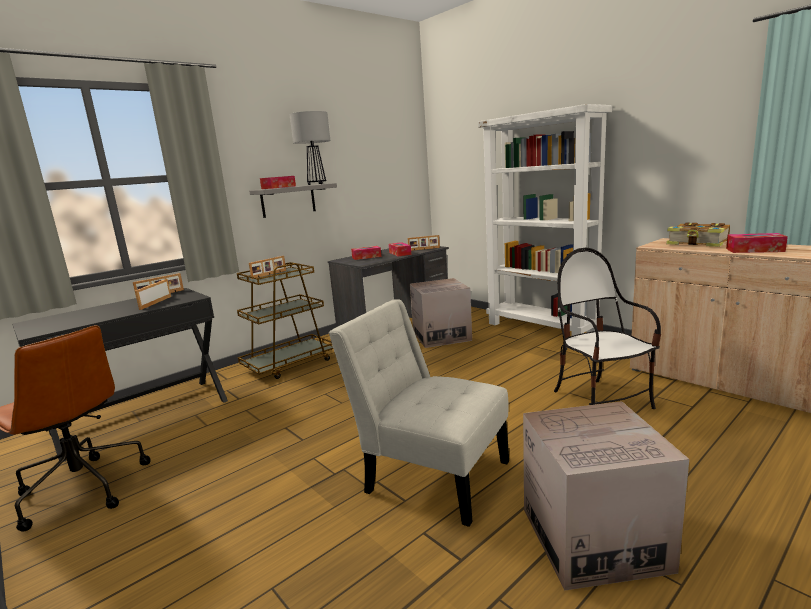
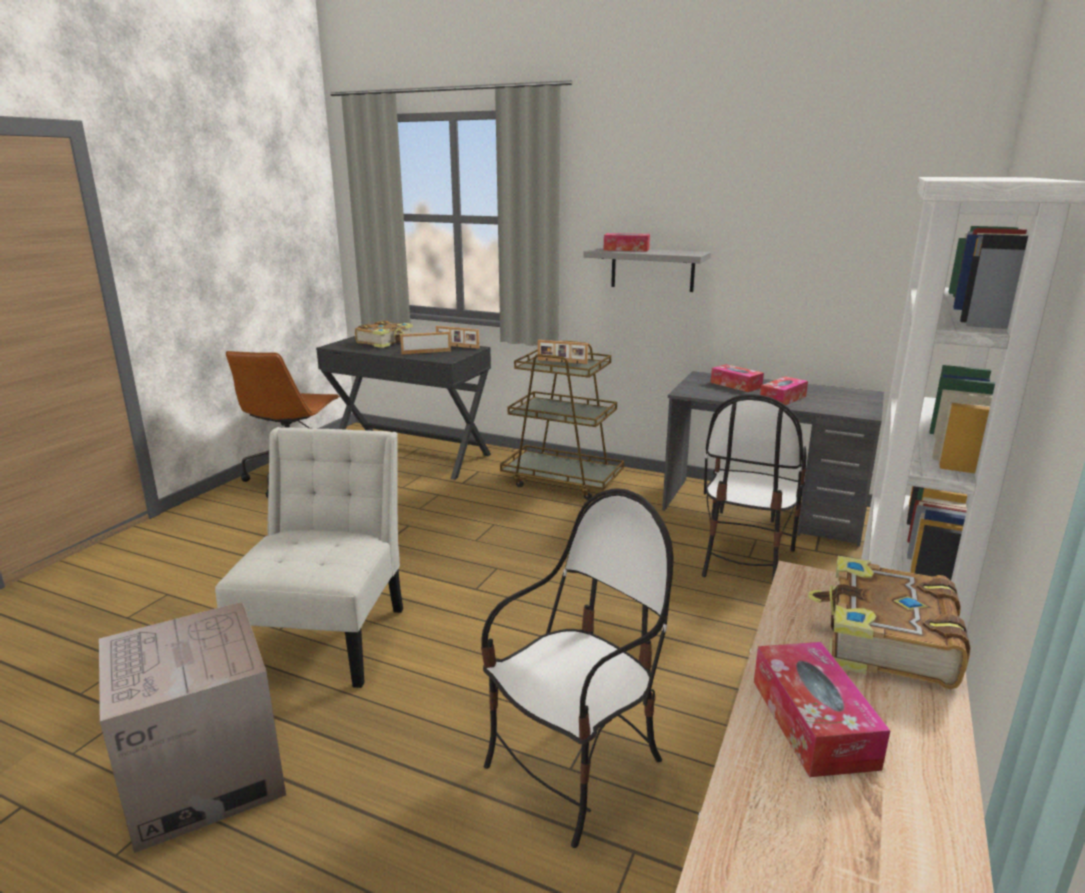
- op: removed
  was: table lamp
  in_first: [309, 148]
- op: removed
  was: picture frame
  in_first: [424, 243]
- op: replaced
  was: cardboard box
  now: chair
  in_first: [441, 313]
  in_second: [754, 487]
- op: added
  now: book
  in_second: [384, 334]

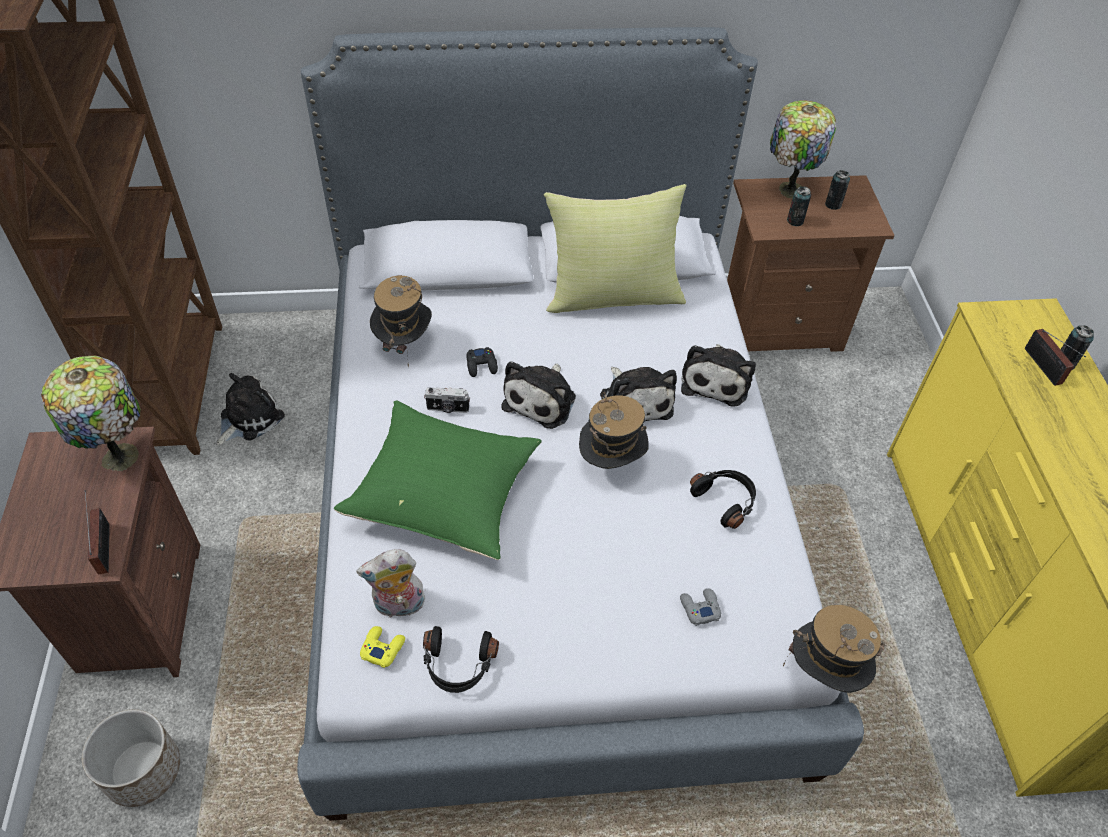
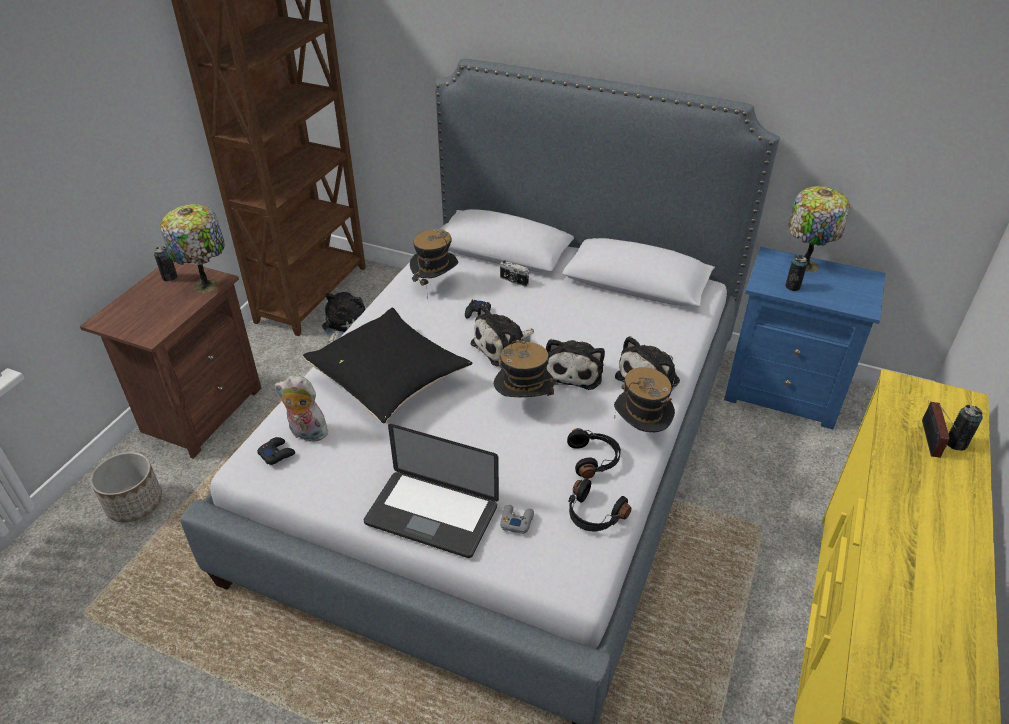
- op: moved
  was: can
  in_first: [837, 190]
  in_second: [166, 263]
- op: recoloured
  was: brown nightstand
  now: blue nightstand
  in_first: [811, 263]
  in_second: [805, 338]
- op: removed
  was: yellow pillow
  in_first: [615, 248]
- op: turned
  was: plush toy
  in_first: [250, 409]
  in_second: [343, 318]
  clockwise: -45
- op: moved
  was: photo camera
  in_first: [447, 400]
  in_second: [514, 273]
- op: recoloured
  was: green pillow
  now: black pillow
  in_first: [438, 480]
  in_second: [388, 366]
- op: removed
  was: radio
  in_first: [97, 532]
- op: moved
  was: hat
  in_first: [834, 649]
  in_second: [644, 399]
- op: recoloured
  was: yellow game controller
  now: black game controller
  in_first: [382, 647]
  in_second: [276, 451]
- op: moved
  was: black headphones
  in_first: [461, 659]
  in_second: [600, 504]
- op: added
  now: laptop
  in_second: [431, 491]

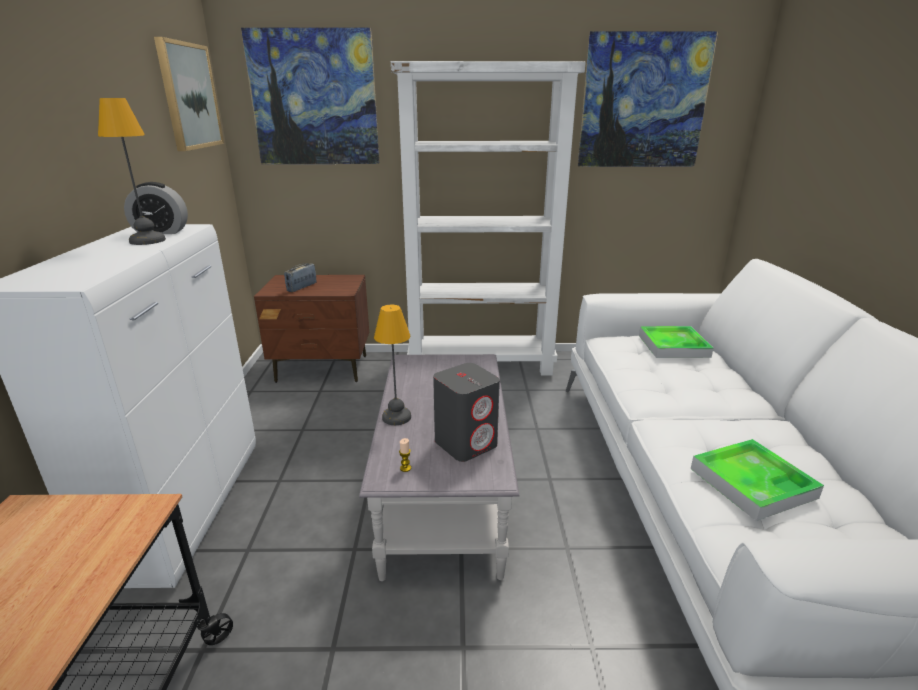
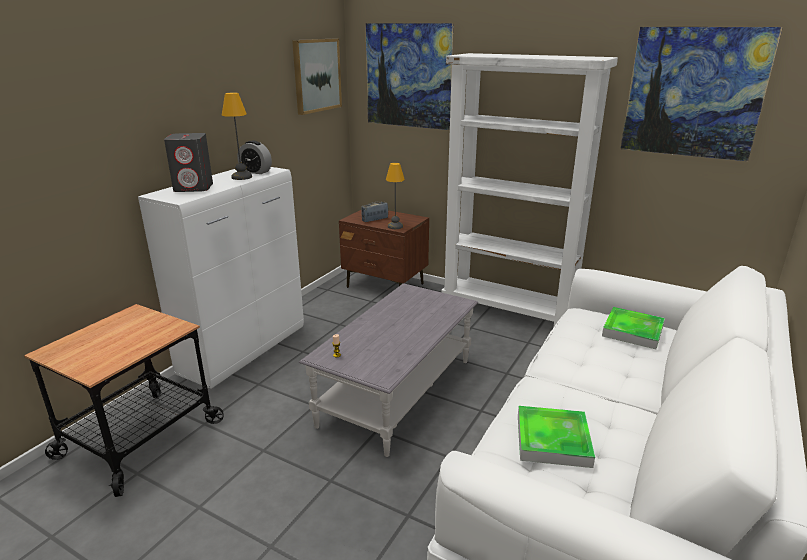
- op: moved
  was: table lamp
  in_first: [392, 365]
  in_second: [395, 196]
- op: moved
  was: grey speaker
  in_first: [466, 412]
  in_second: [188, 162]

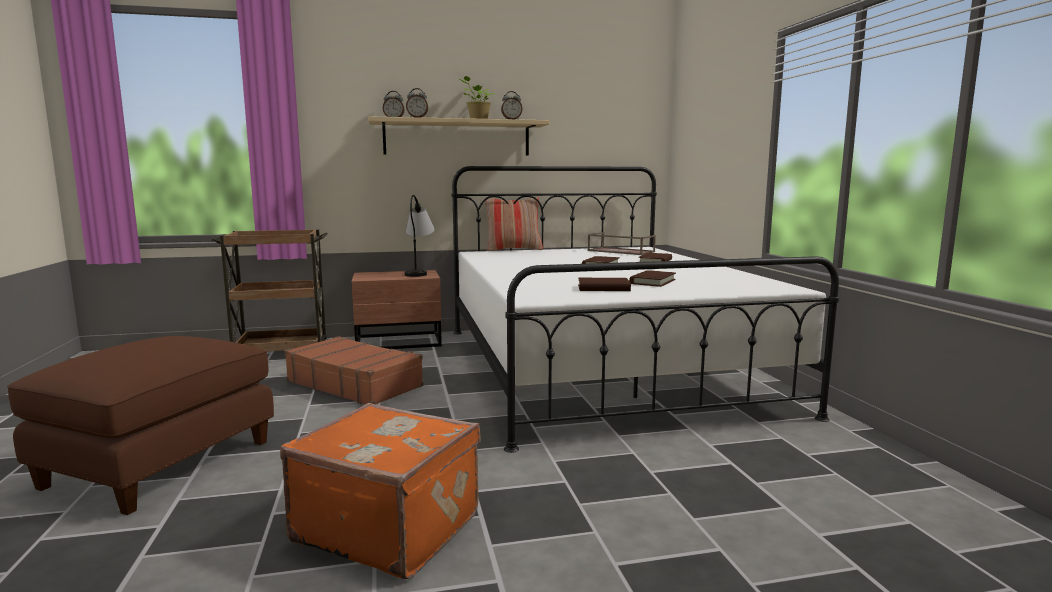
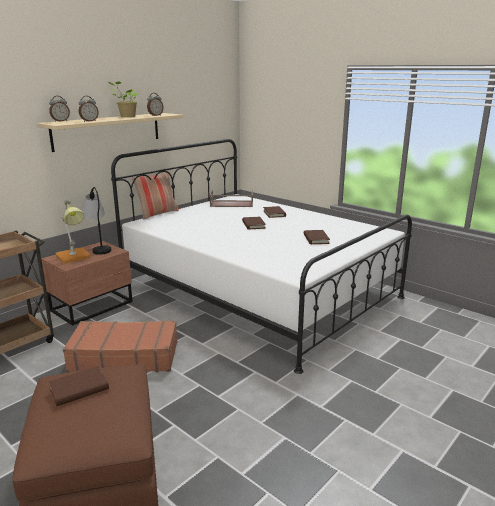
- op: moved
  was: brown book
  in_first: [604, 284]
  in_second: [78, 386]
- op: removed
  was: orange suitcase
  in_first: [380, 491]
- op: added
  now: table lamp
  in_second: [73, 231]

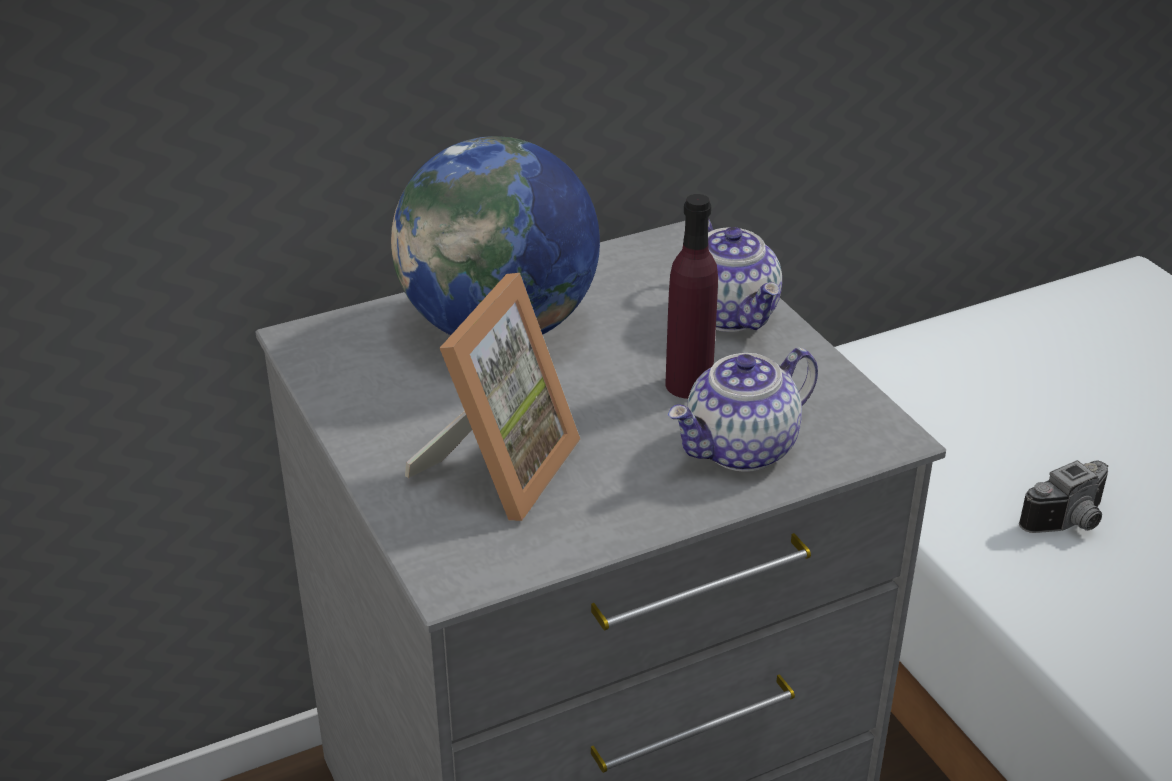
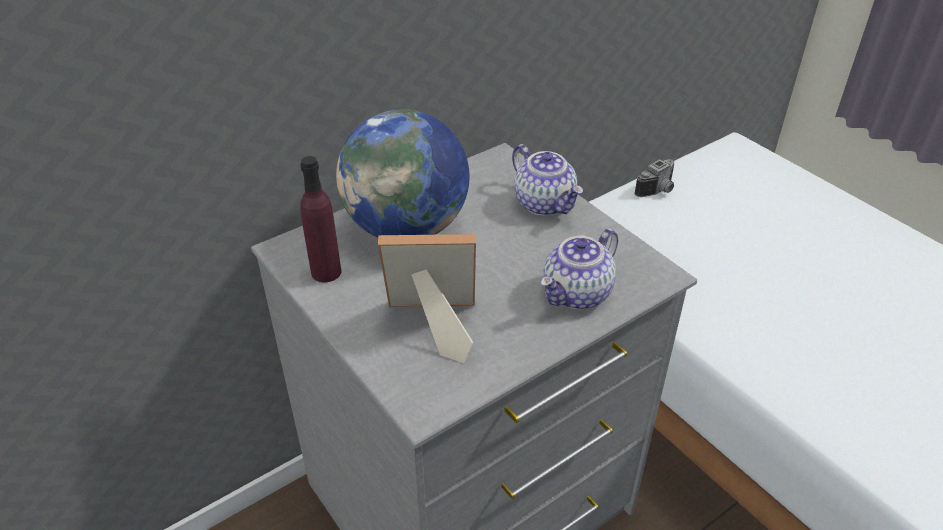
- op: moved
  was: purple bottle
  in_first: [692, 296]
  in_second: [320, 219]
- op: turned
  was: picture frame
  in_first: [492, 397]
  in_second: [427, 298]
  clockwise: -105
- op: moved
  was: photo camera
  in_first: [1063, 496]
  in_second: [654, 178]

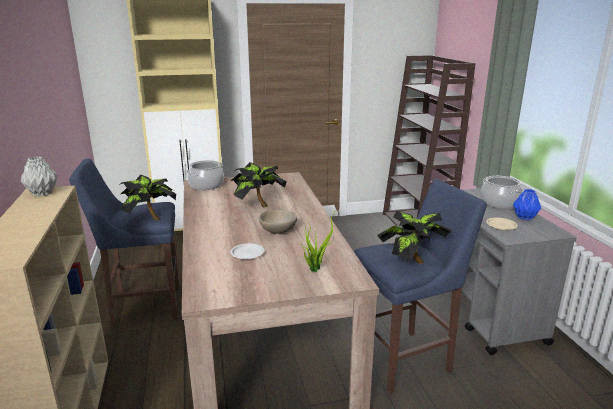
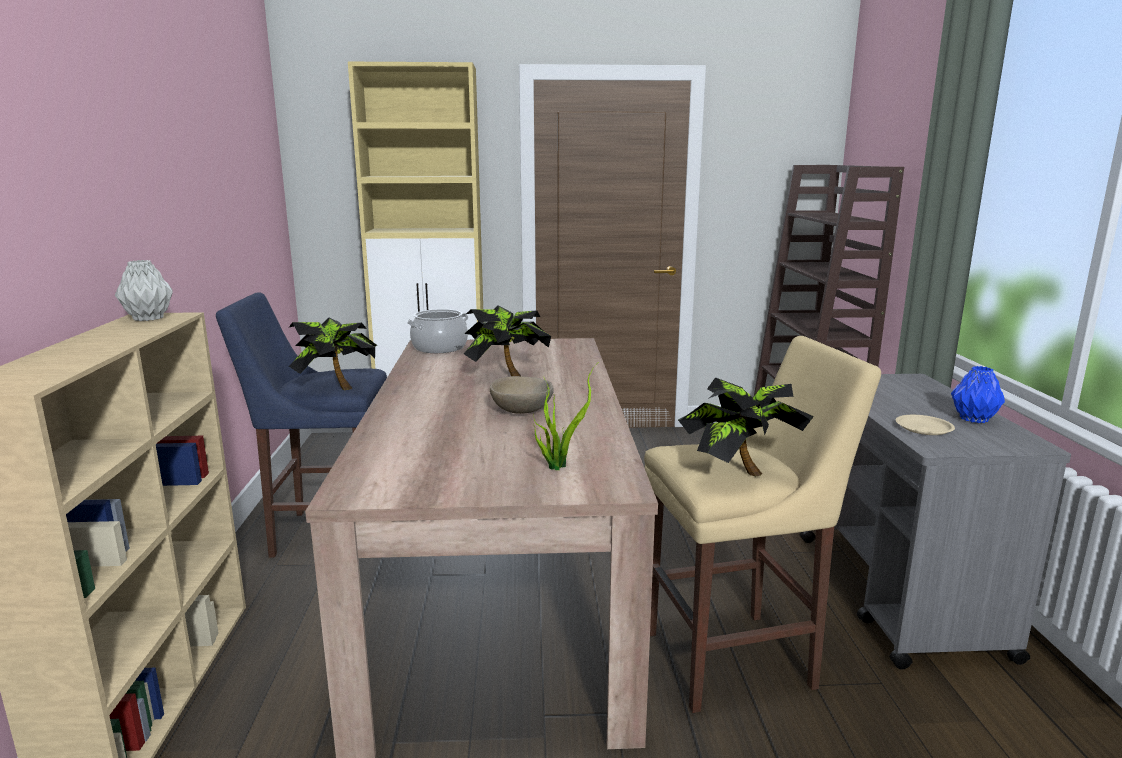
- op: removed
  was: cooking pot
  in_first: [501, 192]
- op: recoloured
  was: blue stool
  now: beige stool
  in_first: [420, 286]
  in_second: [762, 524]
- op: removed
  was: white plate
  in_first: [247, 251]

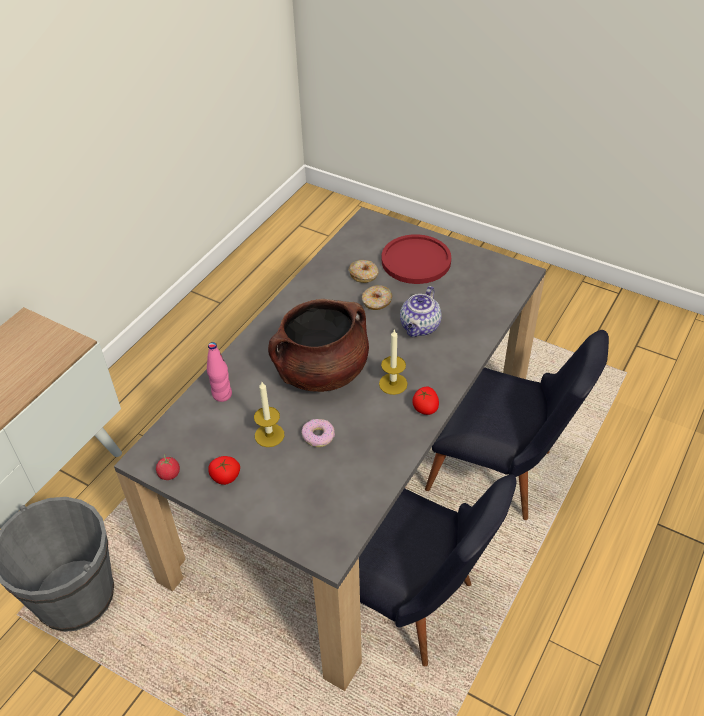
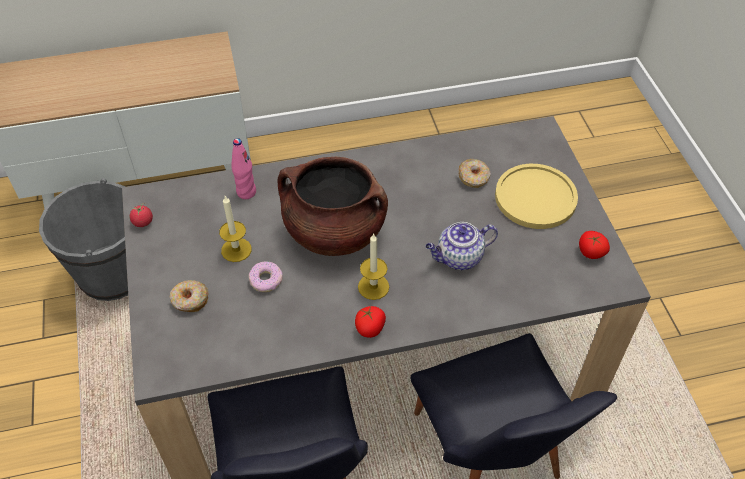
- op: recoloured
  was: red plate
  now: yellow plate
  in_first: [416, 259]
  in_second: [536, 196]
- op: moved
  was: donut
  in_first: [377, 297]
  in_second: [189, 296]
- op: moved
  was: tomato
  in_first: [224, 470]
  in_second: [594, 245]

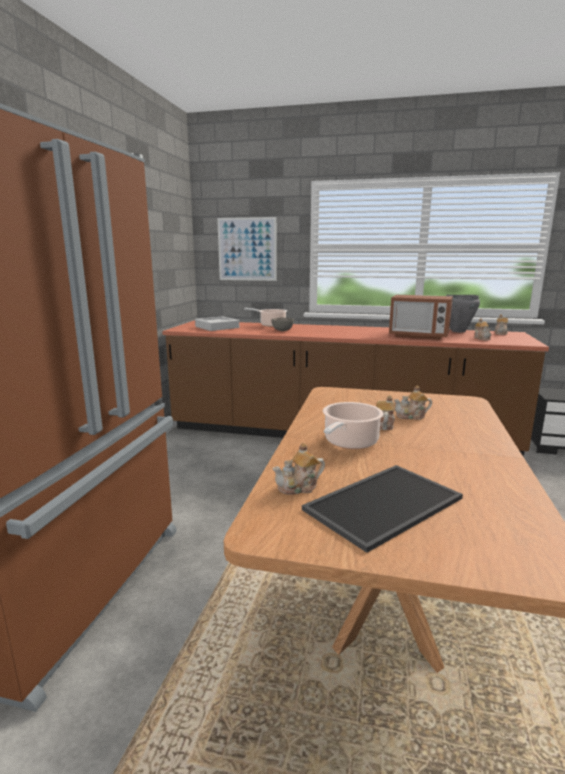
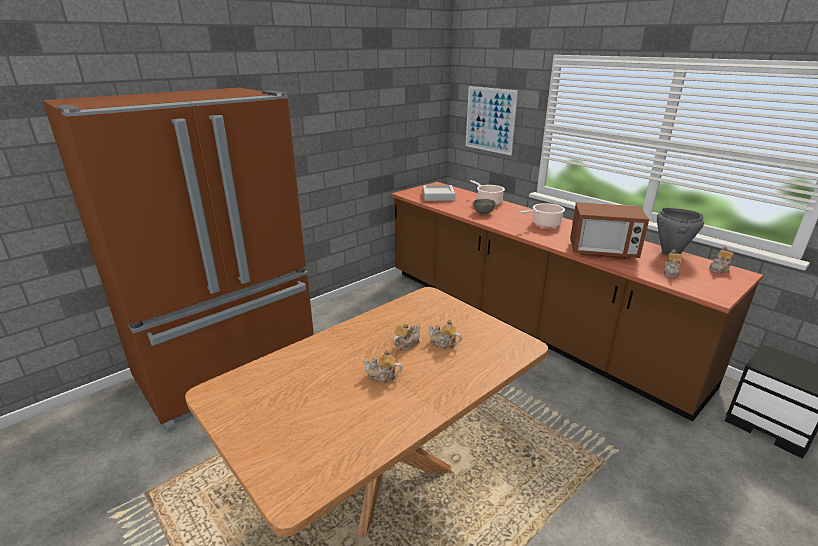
- op: turned
  was: microwave
  in_first: [421, 317]
  in_second: [609, 230]
  clockwise: -45
- op: moved
  was: cooking pot
  in_first: [353, 425]
  in_second: [542, 215]
- op: moved
  was: teapot
  in_first: [298, 468]
  in_second: [382, 367]
- op: removed
  was: tray
  in_first: [382, 509]

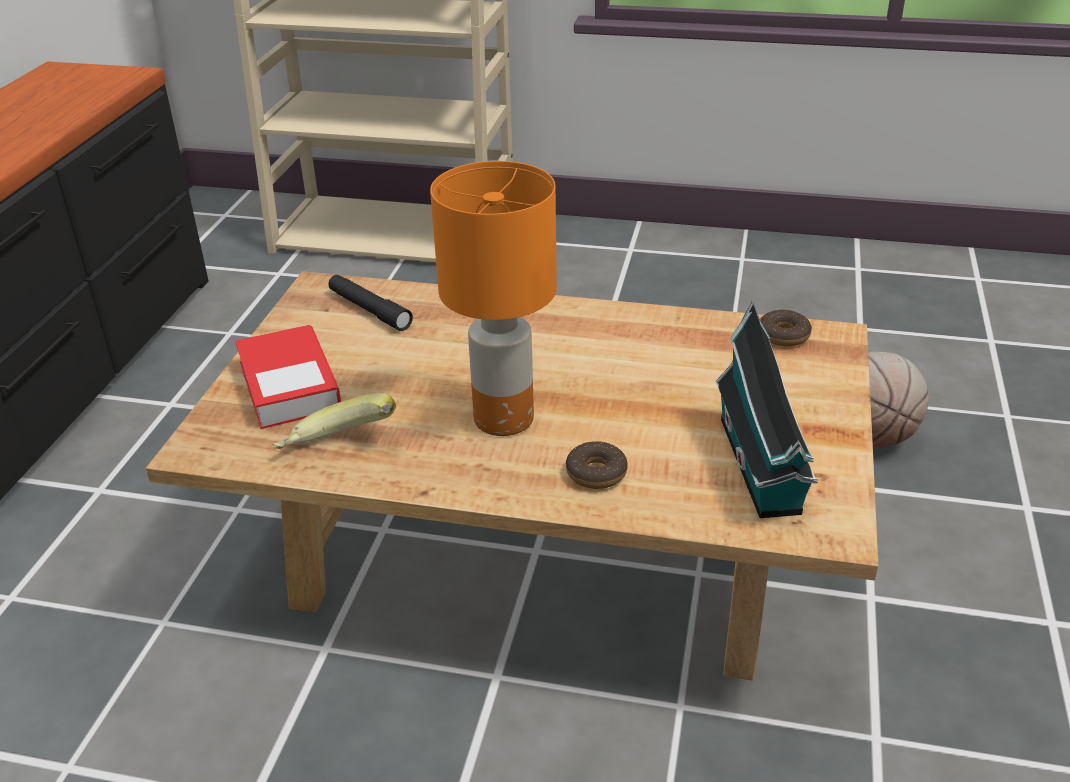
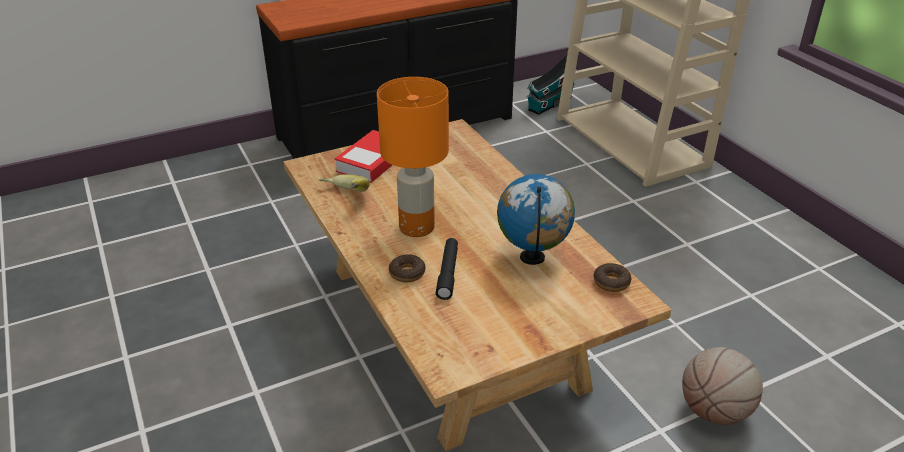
- op: moved
  was: black flashlight
  in_first: [370, 303]
  in_second: [447, 269]
- op: moved
  was: toy house
  in_first: [767, 409]
  in_second: [551, 85]
- op: added
  now: globe
  in_second: [536, 219]

